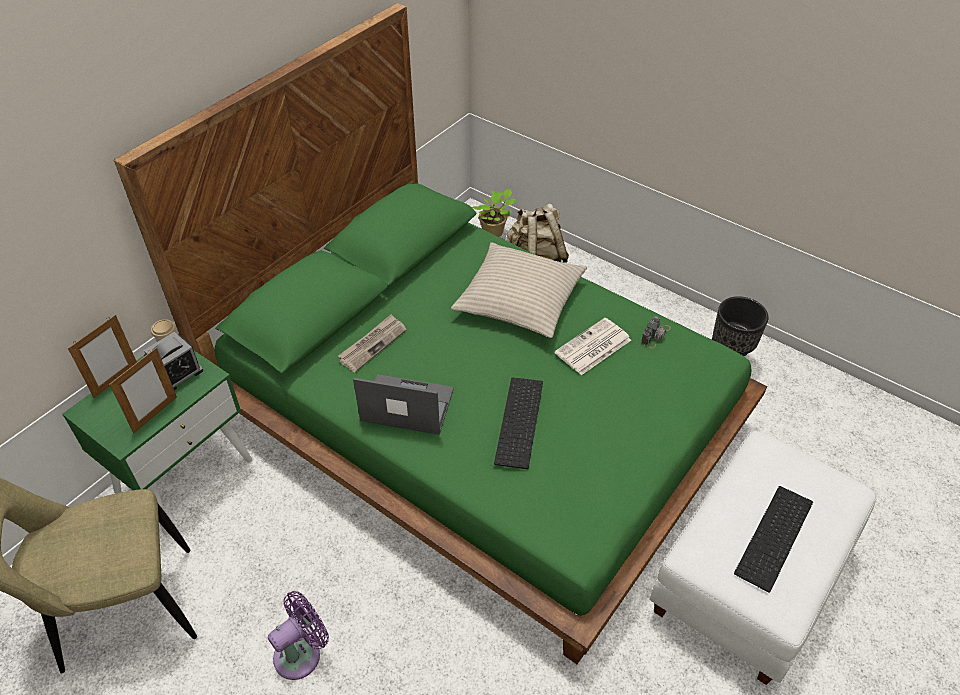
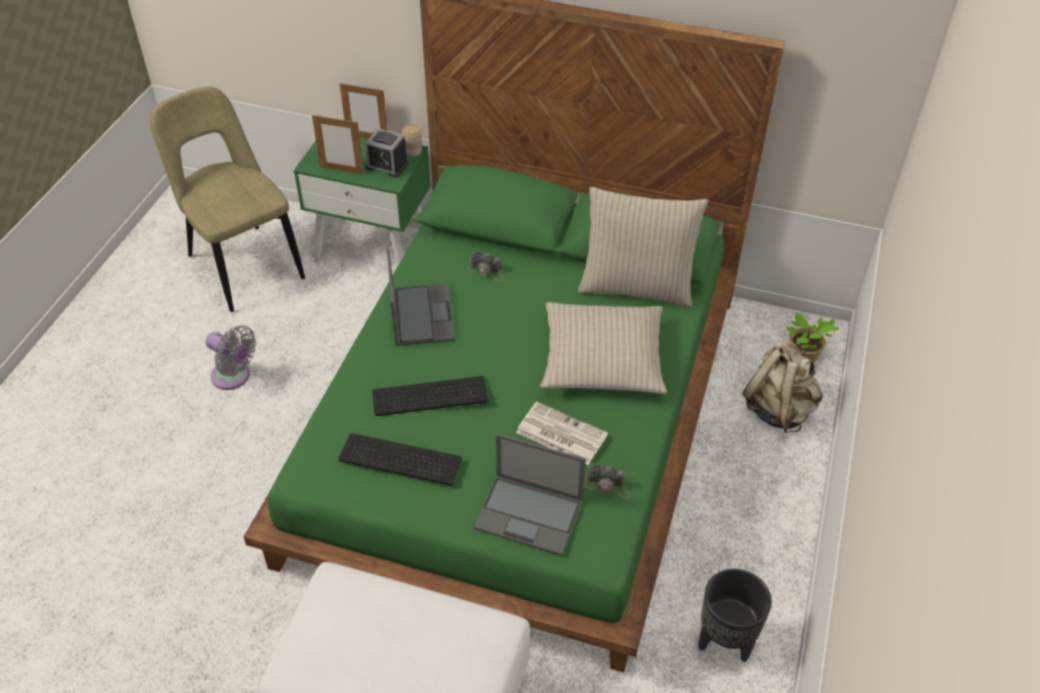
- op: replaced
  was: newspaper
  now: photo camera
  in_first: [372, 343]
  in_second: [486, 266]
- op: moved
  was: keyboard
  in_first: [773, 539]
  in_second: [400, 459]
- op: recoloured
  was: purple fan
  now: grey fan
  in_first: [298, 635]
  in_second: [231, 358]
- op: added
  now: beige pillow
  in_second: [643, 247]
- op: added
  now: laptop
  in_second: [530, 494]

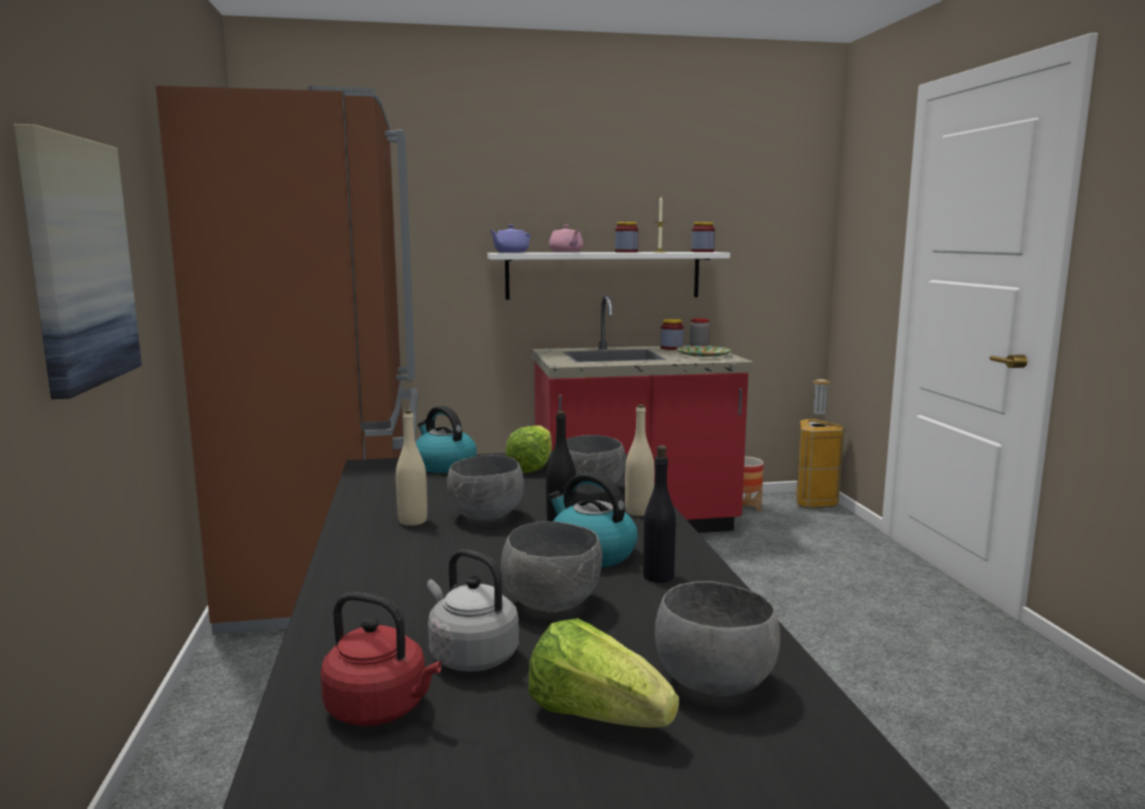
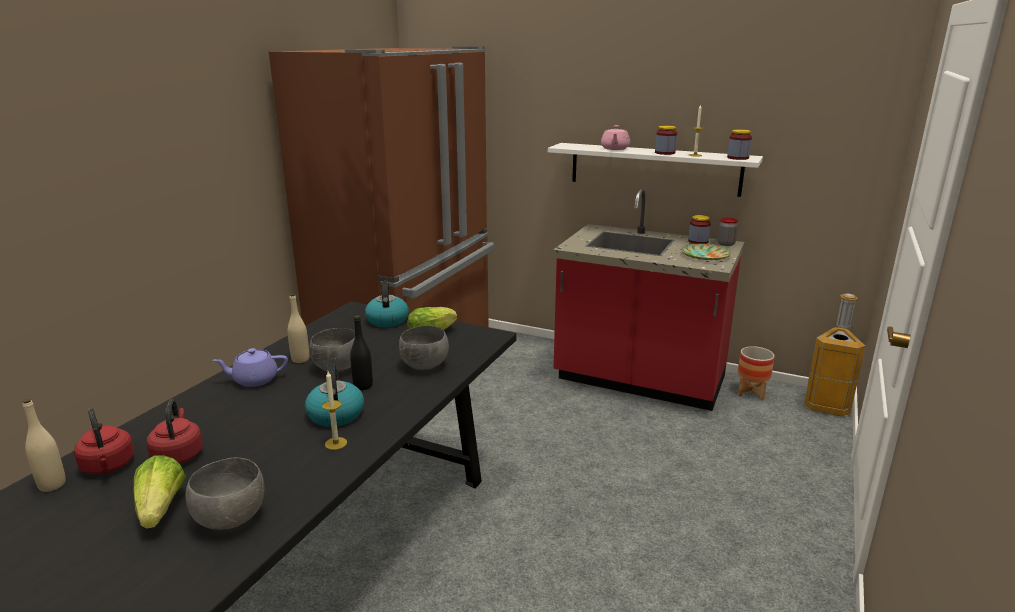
- op: removed
  was: picture
  in_first: [78, 261]
- op: moved
  was: purple teapot
  in_first: [509, 239]
  in_second: [250, 367]
- op: moved
  was: beige bottle
  in_first: [639, 460]
  in_second: [44, 445]
- op: replaced
  was: black bottle
  now: candle
  in_first: [659, 514]
  in_second: [334, 410]
- op: removed
  was: grey bowl
  in_first: [551, 566]
- op: recoloured
  was: grey kettle
  now: red kettle
  in_first: [473, 610]
  in_second: [175, 431]

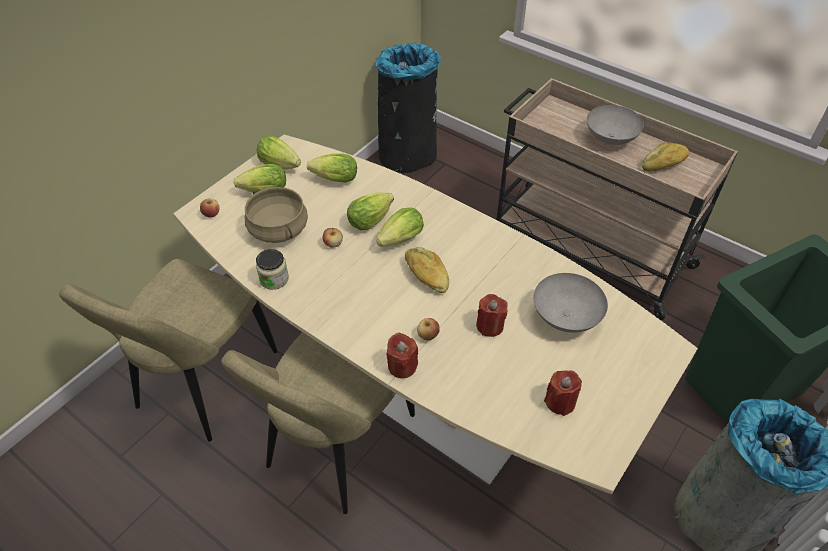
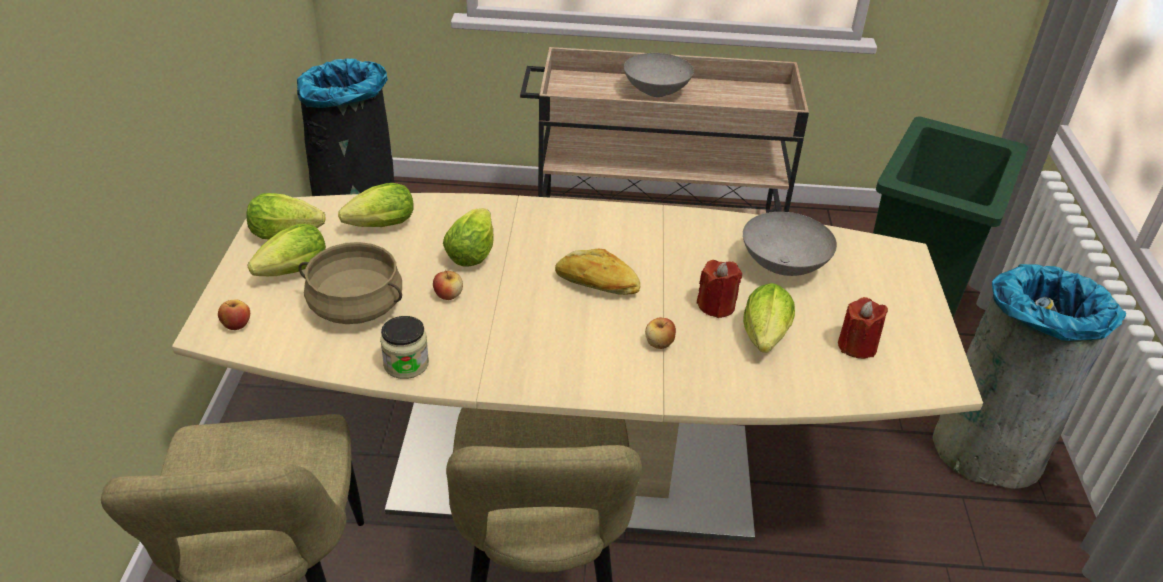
- op: removed
  was: bread
  in_first: [665, 157]
- op: moved
  was: lettuce
  in_first: [400, 227]
  in_second: [769, 318]
- op: removed
  was: red candle
  in_first: [402, 355]

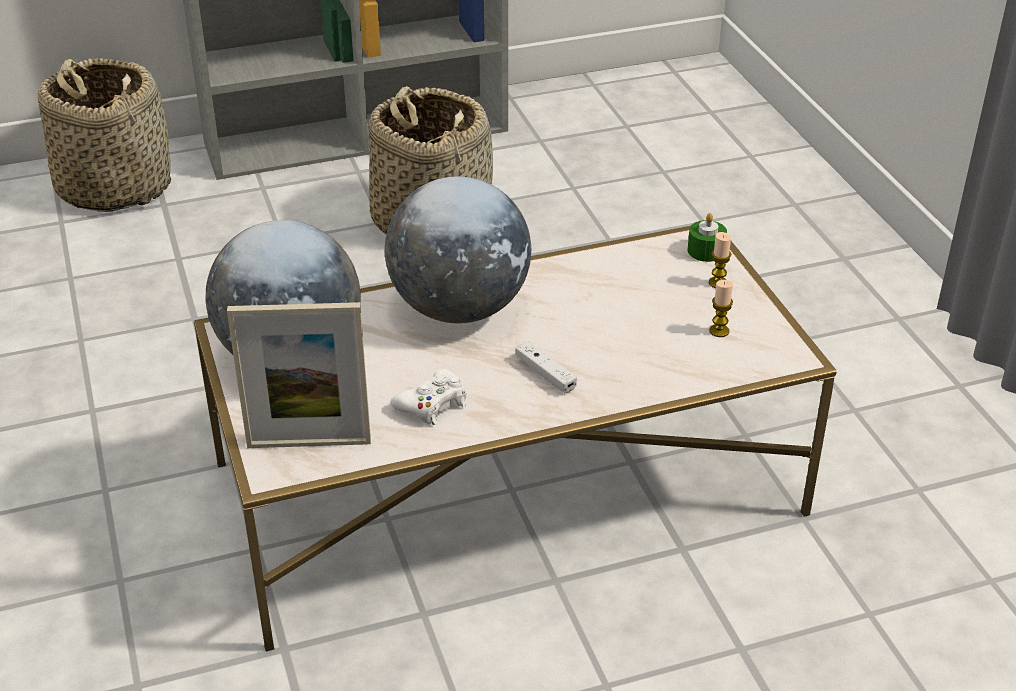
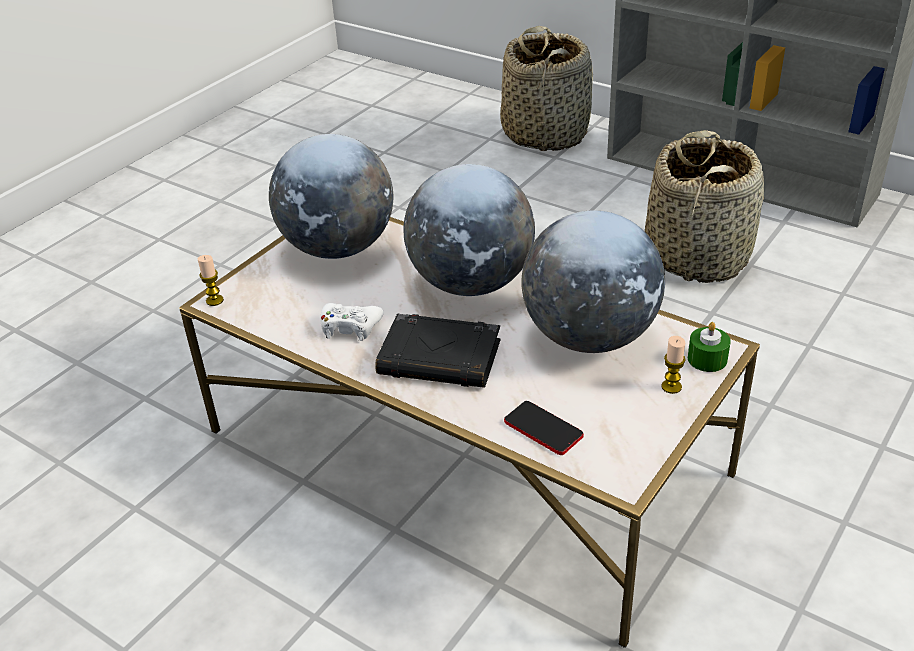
- op: moved
  was: candle
  in_first: [721, 308]
  in_second: [210, 280]
- op: removed
  was: picture frame
  in_first: [299, 375]
- op: replaced
  was: white game controller
  now: black book
  in_first: [546, 367]
  in_second: [437, 351]
- op: added
  now: globe
  in_second: [593, 281]
- op: added
  now: phone
  in_second: [544, 428]

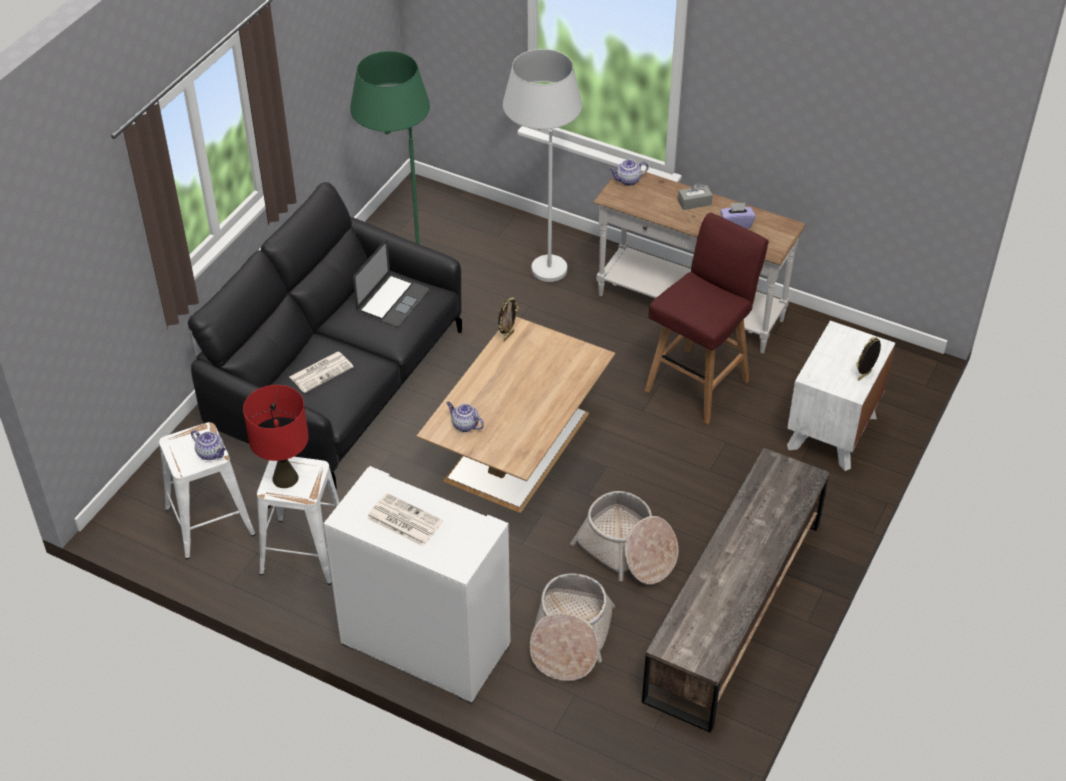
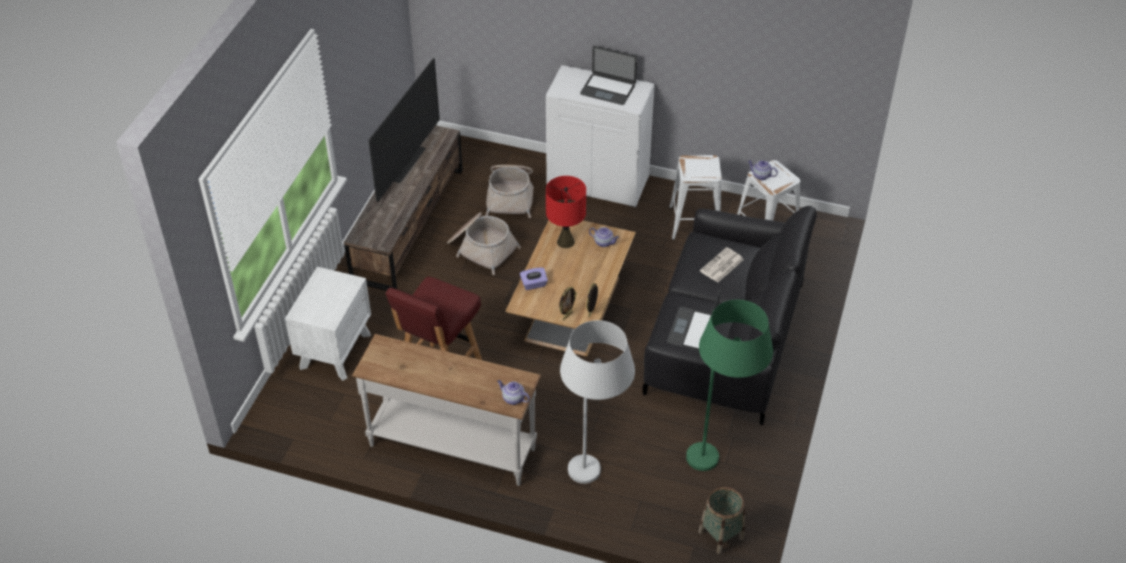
- op: turned
  was: teapot
  in_first: [629, 173]
  in_second: [513, 392]
  clockwise: -120
- op: removed
  was: grey tissue box
  in_first: [695, 196]
- op: moved
  was: purple tissue box
  in_first: [738, 216]
  in_second: [534, 279]
- op: moved
  was: picture frame
  in_first: [868, 359]
  in_second: [568, 303]
- op: moved
  was: red table lamp
  in_first: [276, 436]
  in_second: [566, 212]
- op: replaced
  was: newspaper
  now: laptop
  in_first: [405, 519]
  in_second: [608, 75]
- op: added
  now: television
  in_second: [404, 130]
- op: added
  now: basket
  in_second: [721, 520]

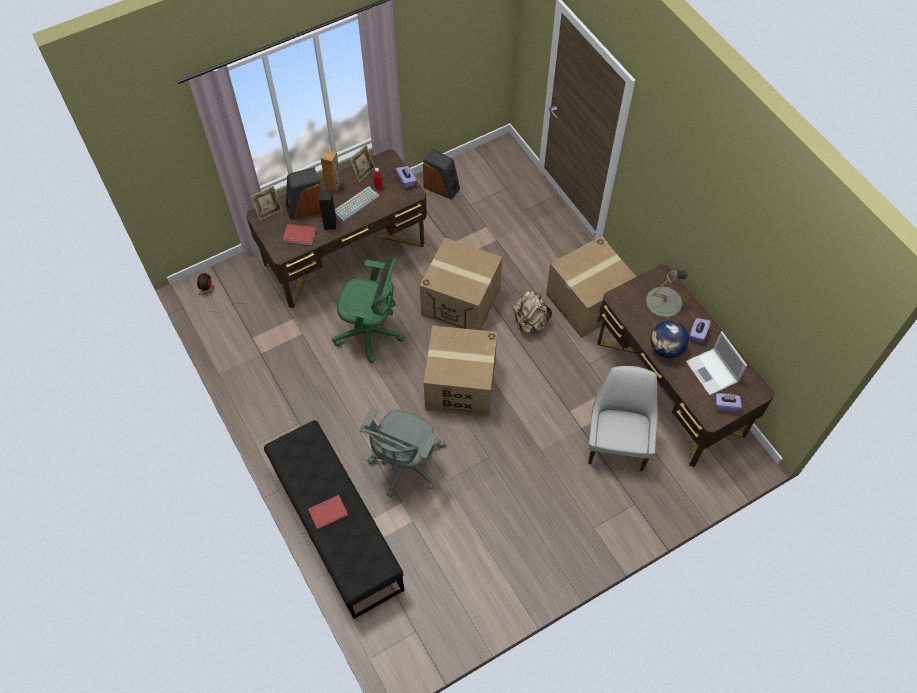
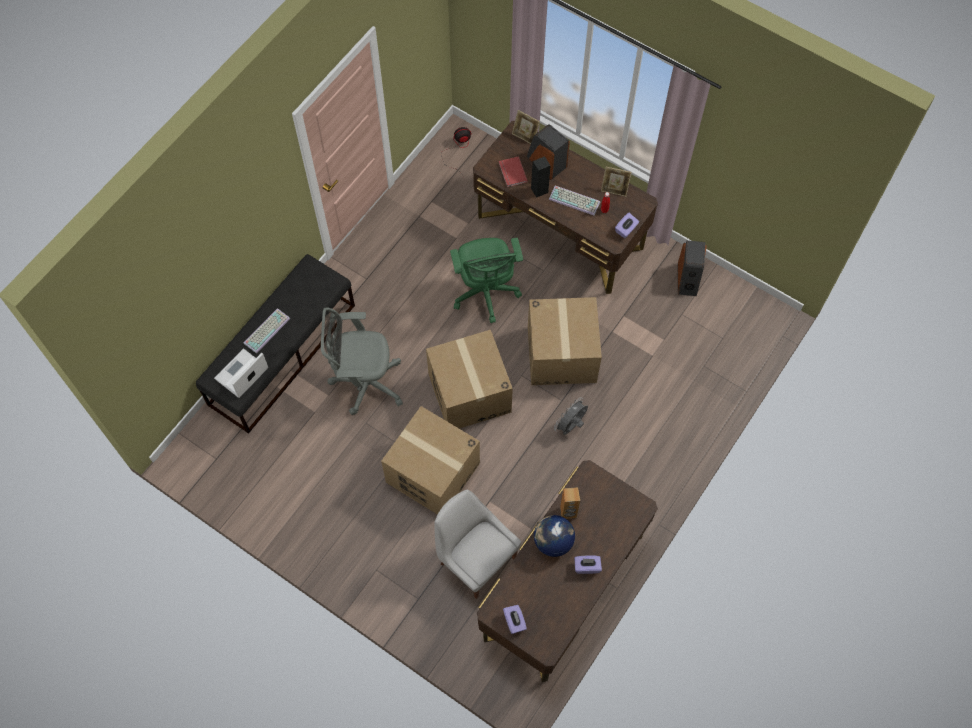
- op: moved
  was: brown speaker
  in_first: [331, 170]
  in_second: [570, 503]
- op: moved
  was: cardboard box
  in_first: [591, 287]
  in_second: [430, 460]
- op: removed
  was: grey table lamp
  in_first: [667, 293]
- op: replaced
  was: beige backpack
  now: grey fan
  in_first: [532, 312]
  in_second: [571, 416]
- op: moved
  was: laptop
  in_first: [716, 363]
  in_second: [241, 373]
- op: turned
  was: white chair
  in_first: [623, 418]
  in_second: [477, 544]
  clockwise: -120
- op: replaced
  was: red book
  now: keyboard
  in_first: [328, 512]
  in_second: [267, 331]

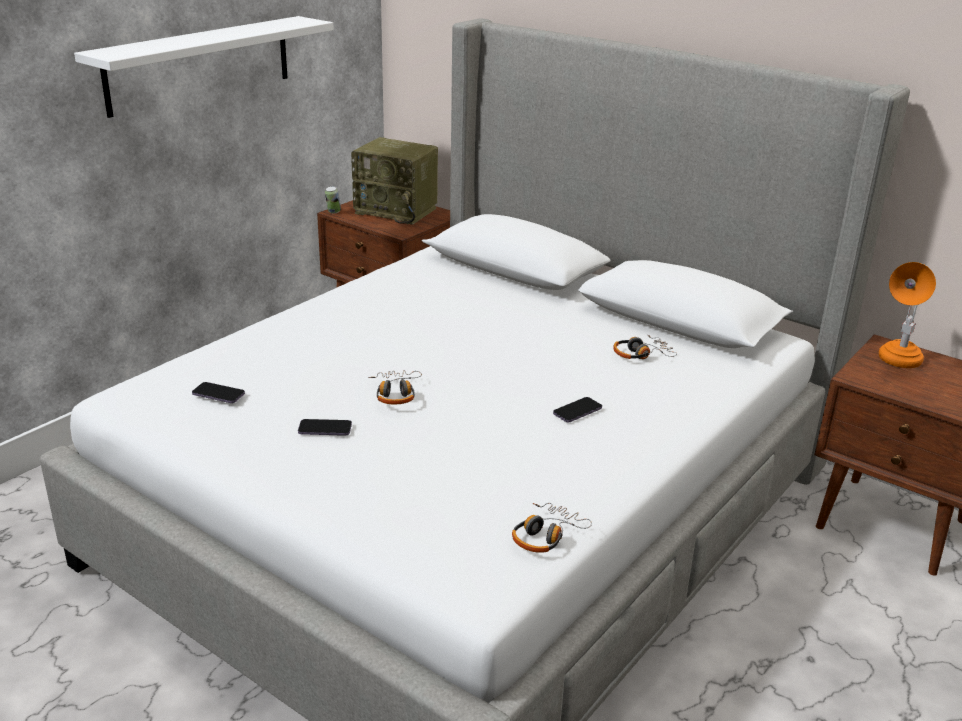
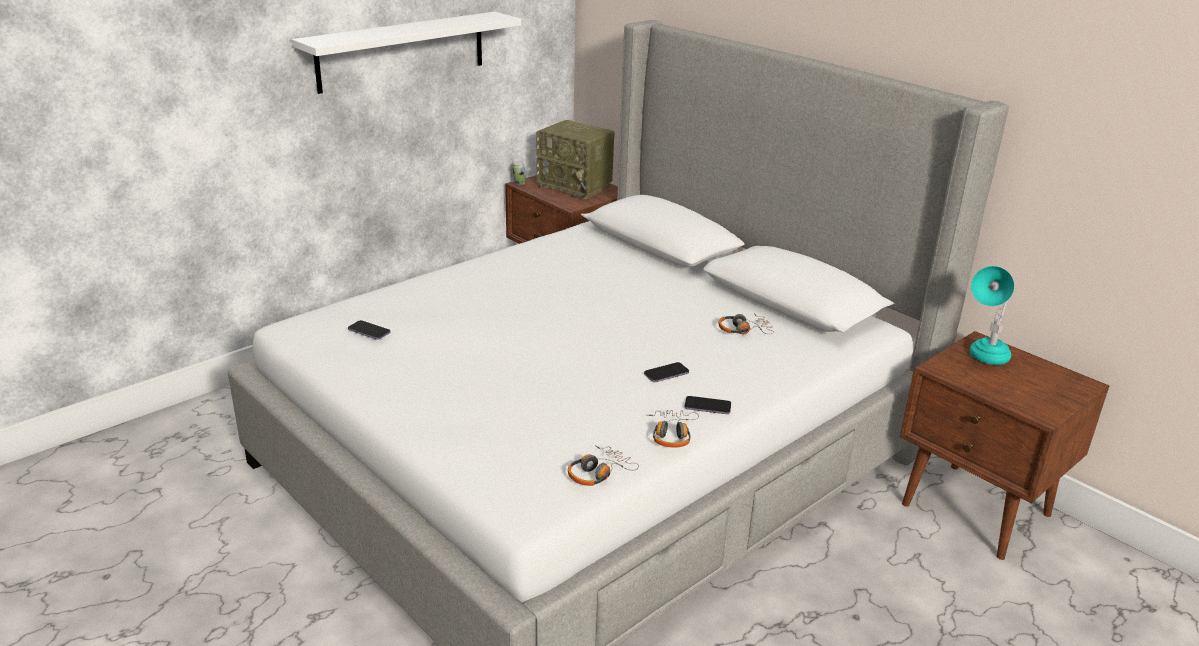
- op: recoloured
  was: orange table lamp
  now: turquoise table lamp
  in_first: [907, 315]
  in_second: [992, 315]
- op: moved
  was: headphones
  in_first: [395, 387]
  in_second: [673, 429]
- op: moved
  was: phone
  in_first: [325, 427]
  in_second: [708, 405]

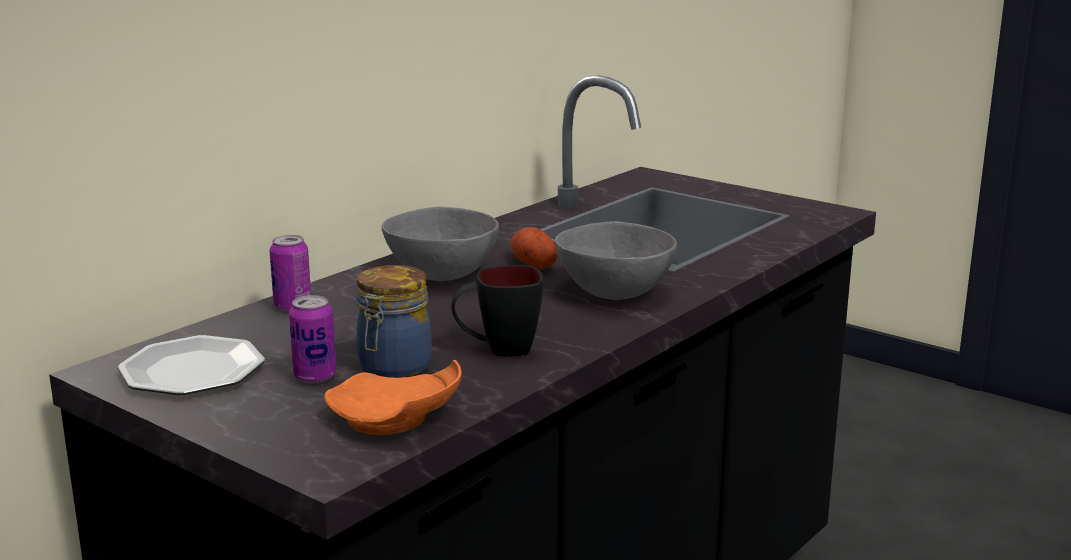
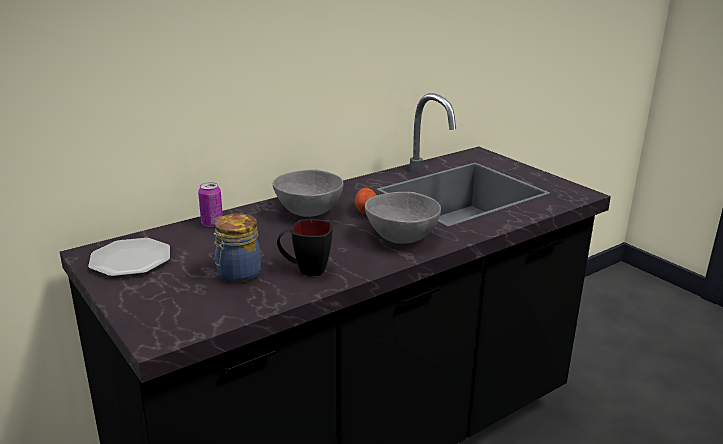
- op: removed
  was: can
  in_first: [313, 339]
- op: removed
  was: orange plate
  in_first: [393, 397]

